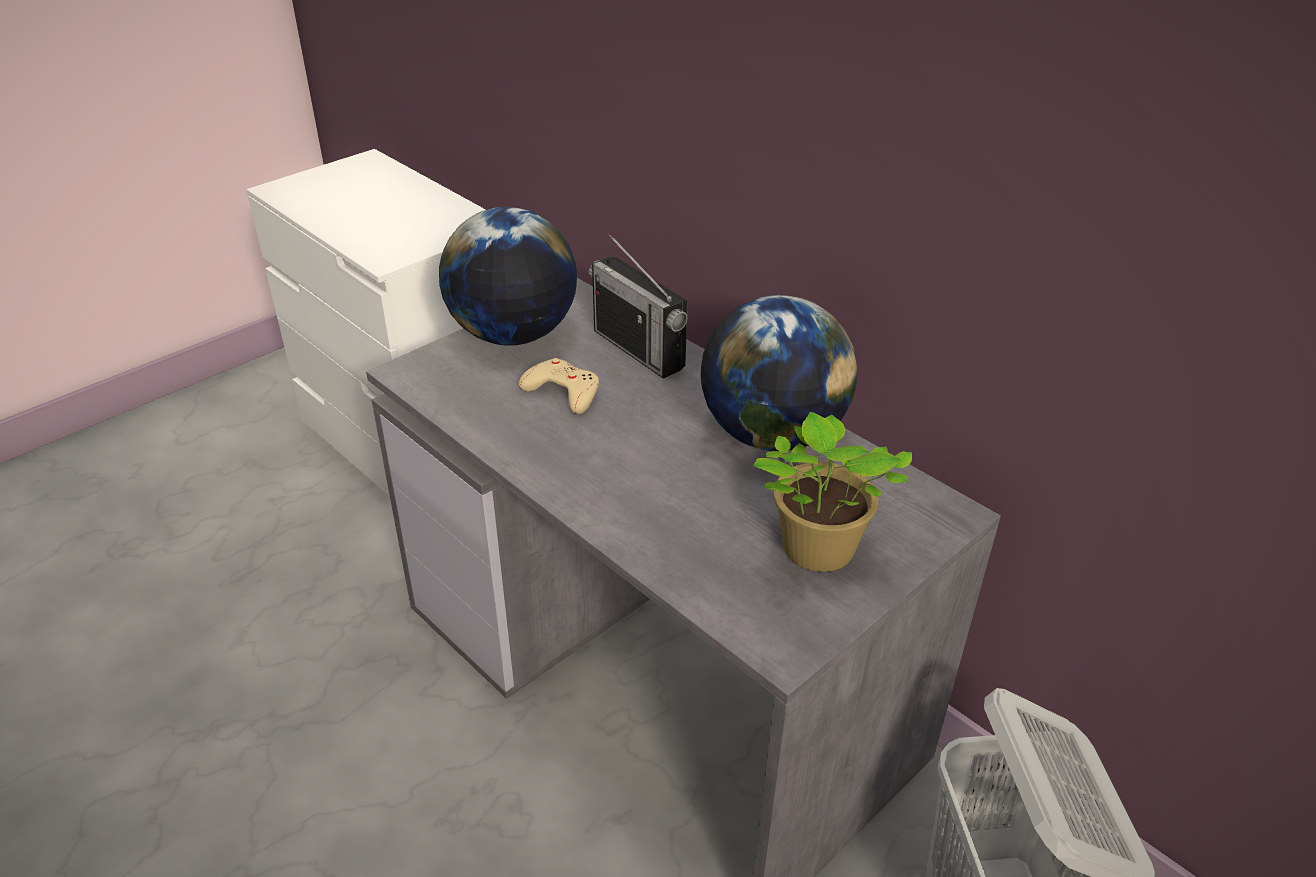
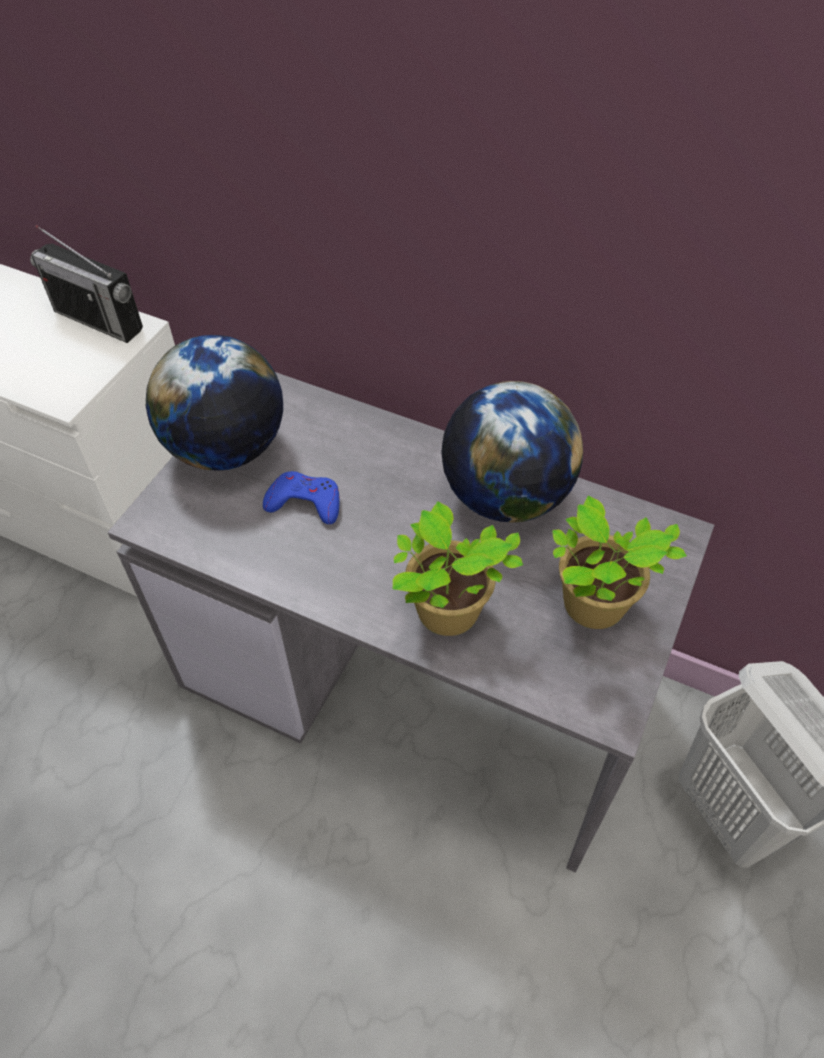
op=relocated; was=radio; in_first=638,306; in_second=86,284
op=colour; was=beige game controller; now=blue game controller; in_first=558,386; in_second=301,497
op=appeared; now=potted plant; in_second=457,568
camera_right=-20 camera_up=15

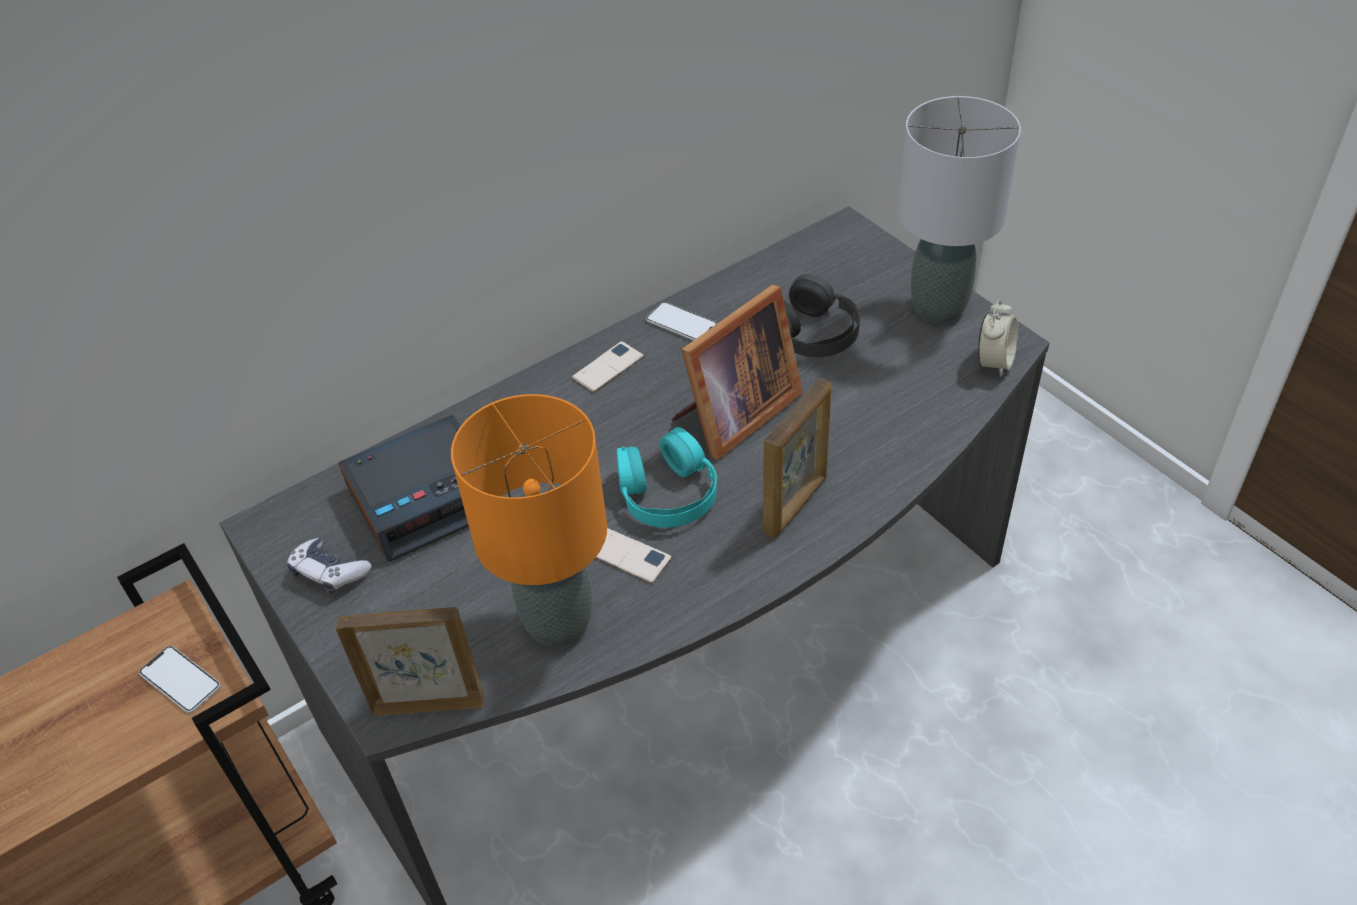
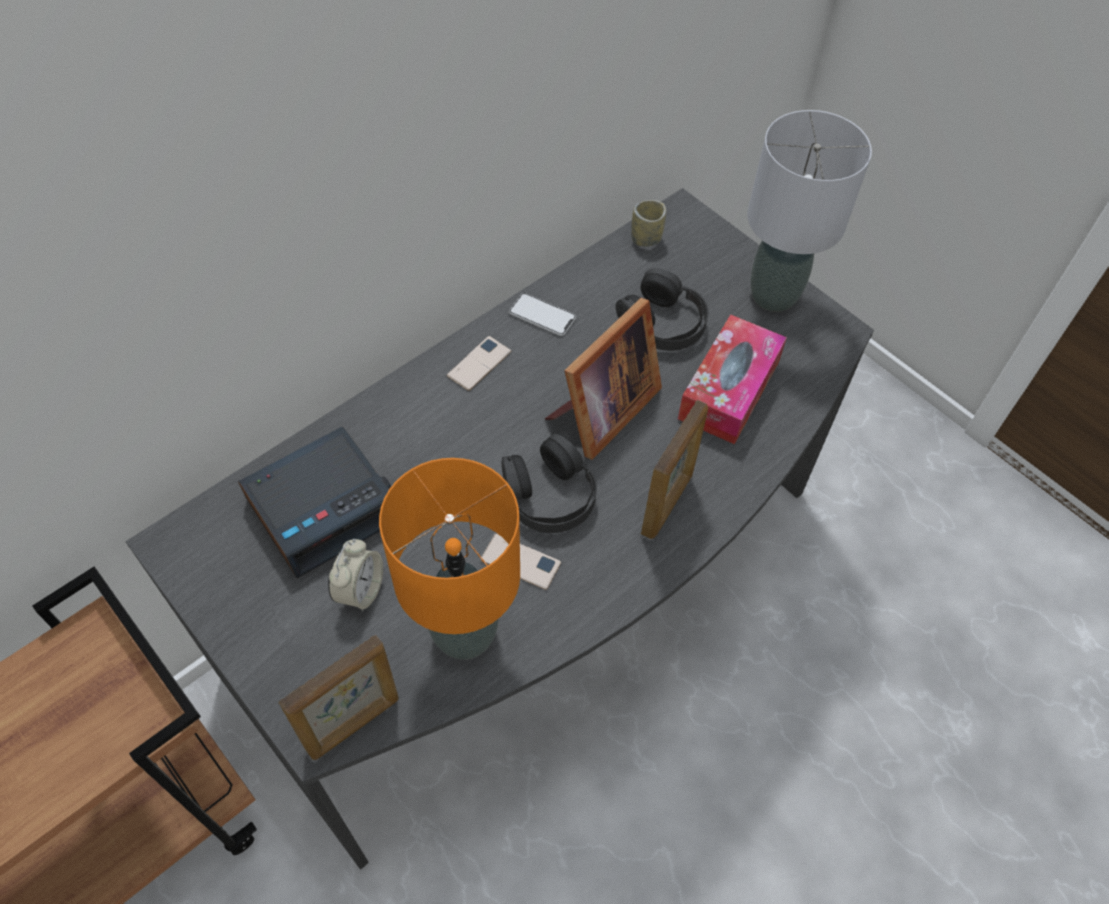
op=spun; was=picture frame; in_first=410,661; in_second=338,697; clockwise=150
op=relocated; was=alarm clock; in_first=998,338; in_second=355,575
op=colour; was=turquoise headphones; now=black headphones; in_first=666,477; in_second=549,483
op=appeared; now=cup; in_second=648,223
op=appeared; now=tissue box; in_second=732,379
op=missing; was=phone; in_first=180,679
op=missing; was=game controller; in_first=329,566
camera_right=-10 camera_up=10

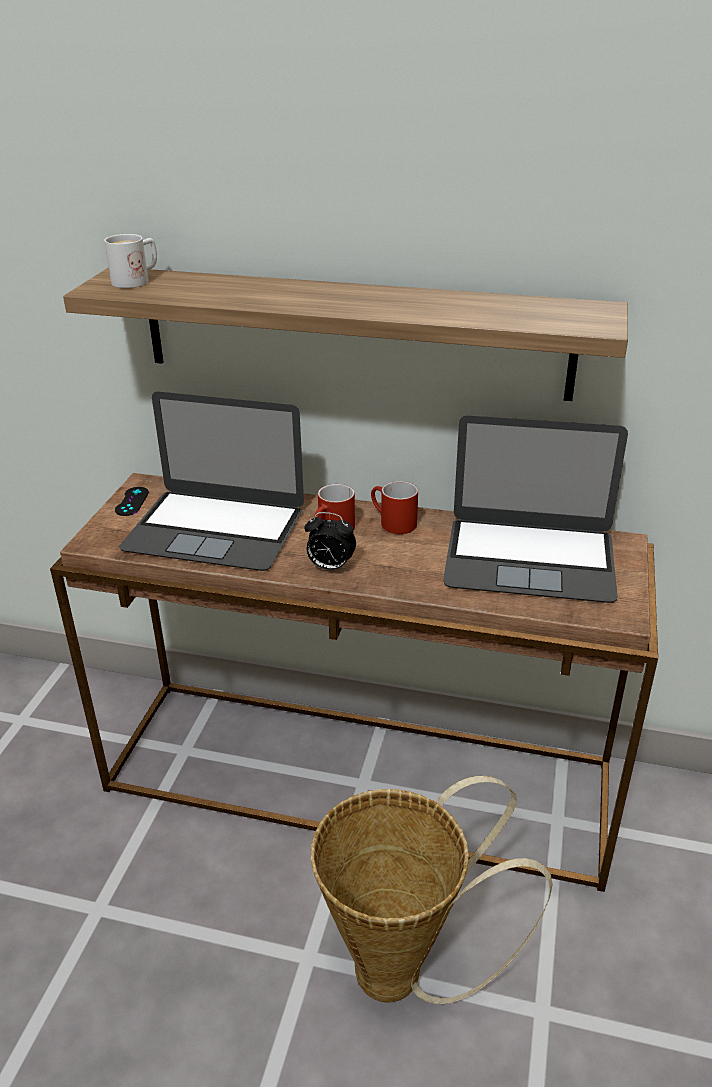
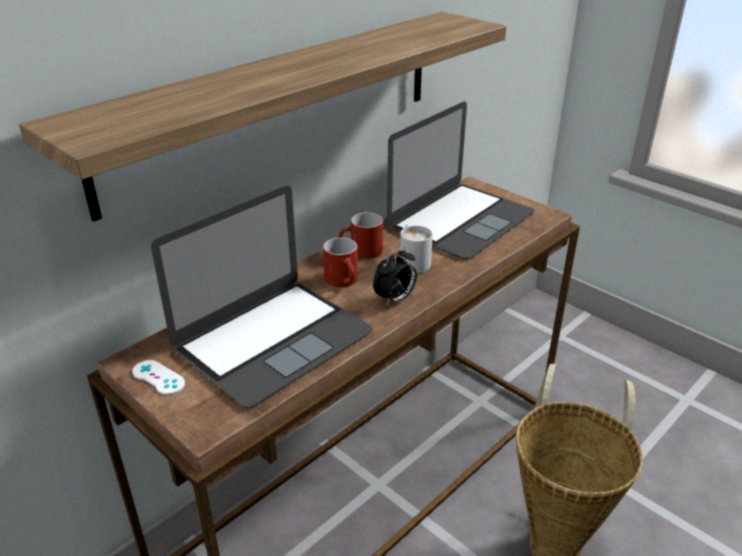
op=colour; was=black game controller; now=white game controller; in_first=132,501; in_second=158,377
op=relocated; was=white mug; in_first=130,261; in_second=416,248
camera_right=-60 camera_up=0

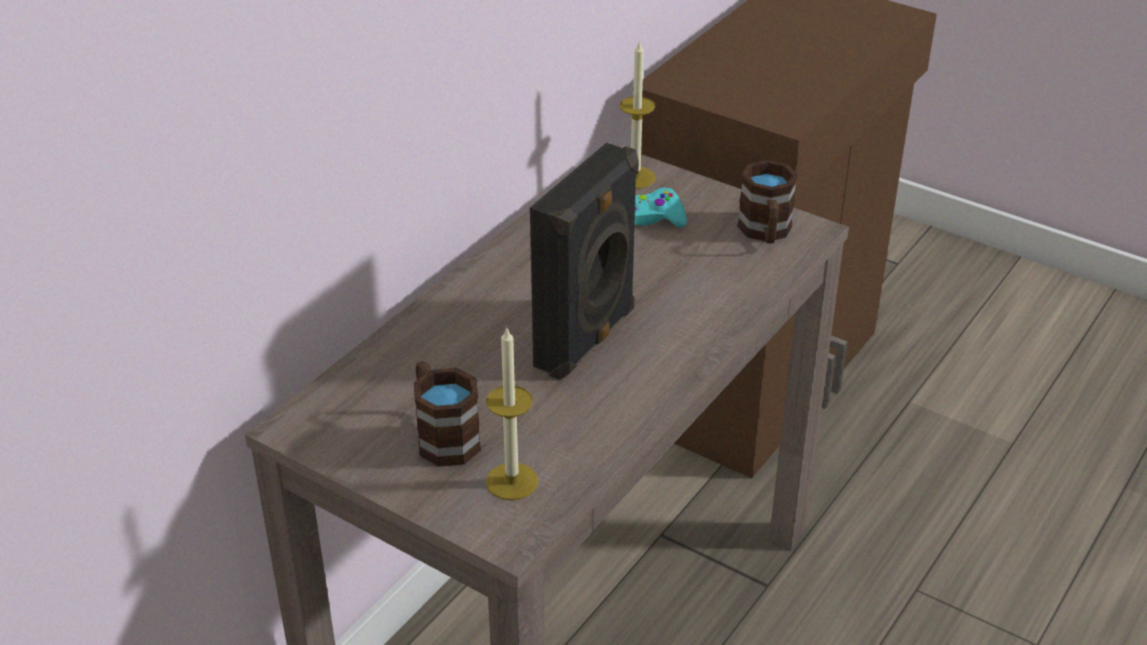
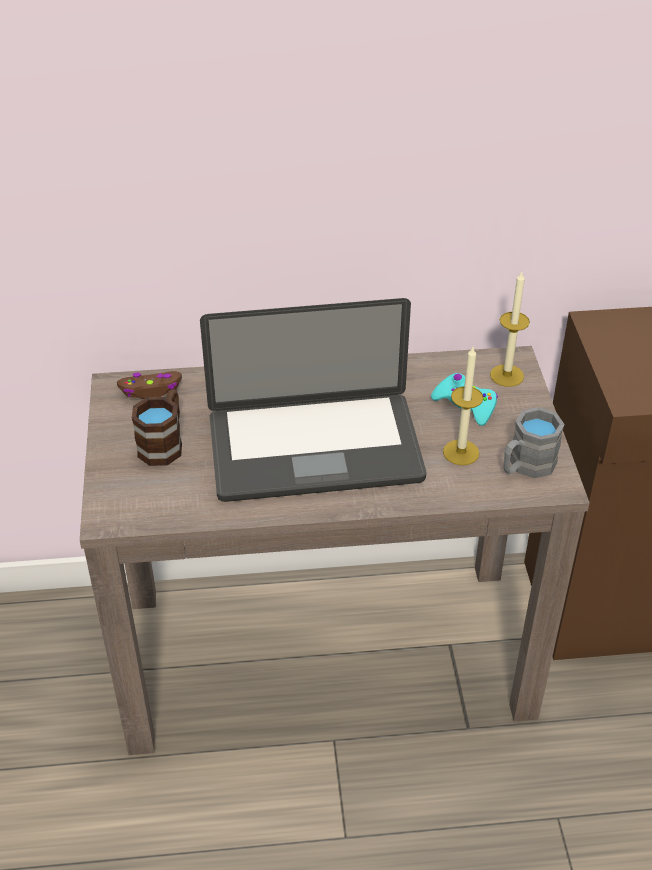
op=appeared; now=brown game controller; in_second=149,385
op=exchanged; was=black speaker; now=laptop; in_first=584,261; in_second=313,400
op=relocated; was=candle; in_first=512,413; in_second=463,406
op=colour; was=brown mug; now=grey mug; in_first=767,202; in_second=534,442
camera_right=50 camera_up=5

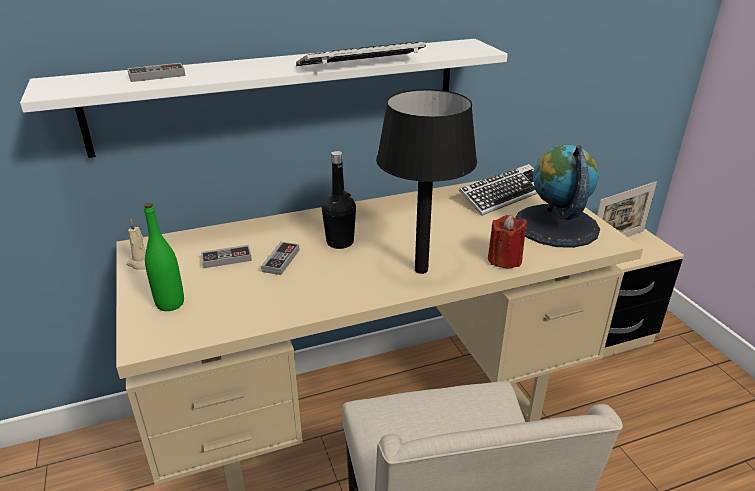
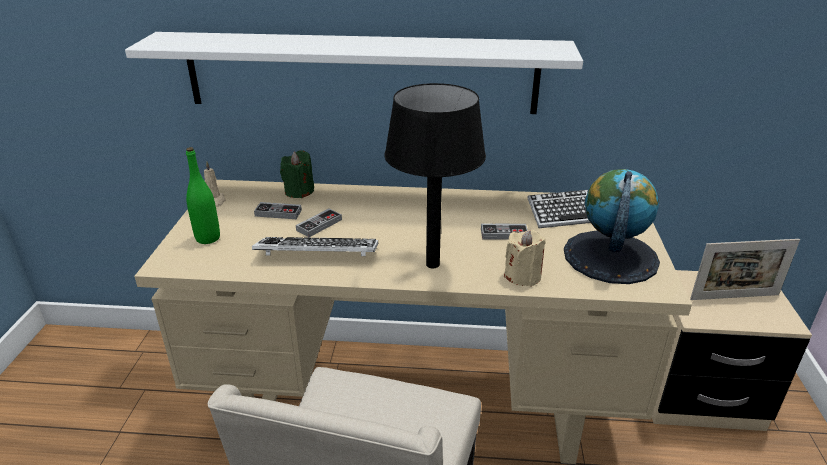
op=relocated; was=keyboard; in_first=361,53; in_second=315,246
op=appeared; now=green candle; in_second=297,174
op=relocated; was=game controller; in_first=156,72; in_second=504,231
op=colour; was=red candle; now=beige candle; in_first=507,241; in_second=525,258
op=missing; was=black bottle; in_first=339,200
camera_right=25 camera_up=0

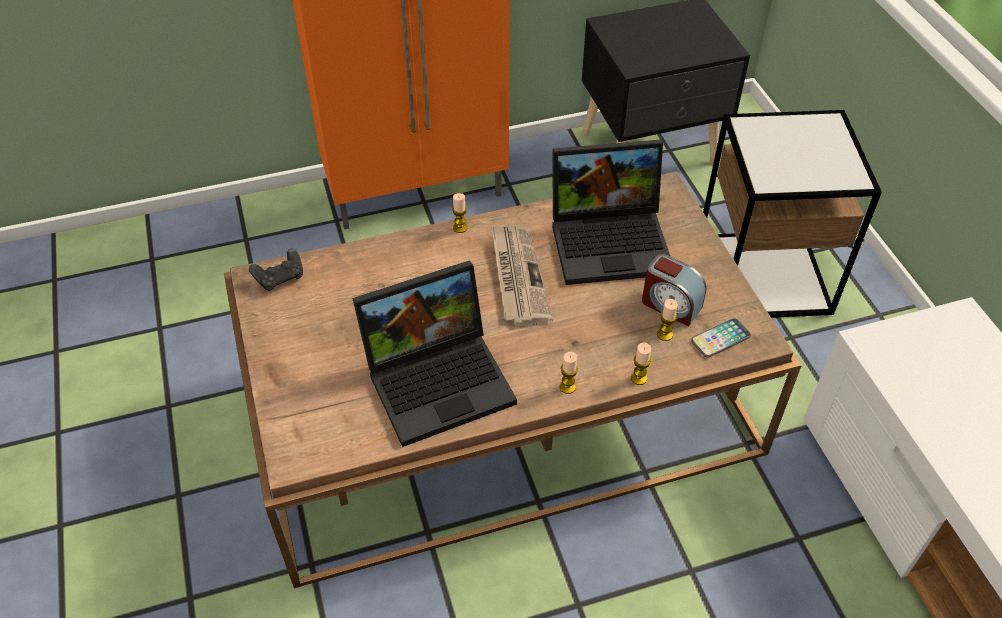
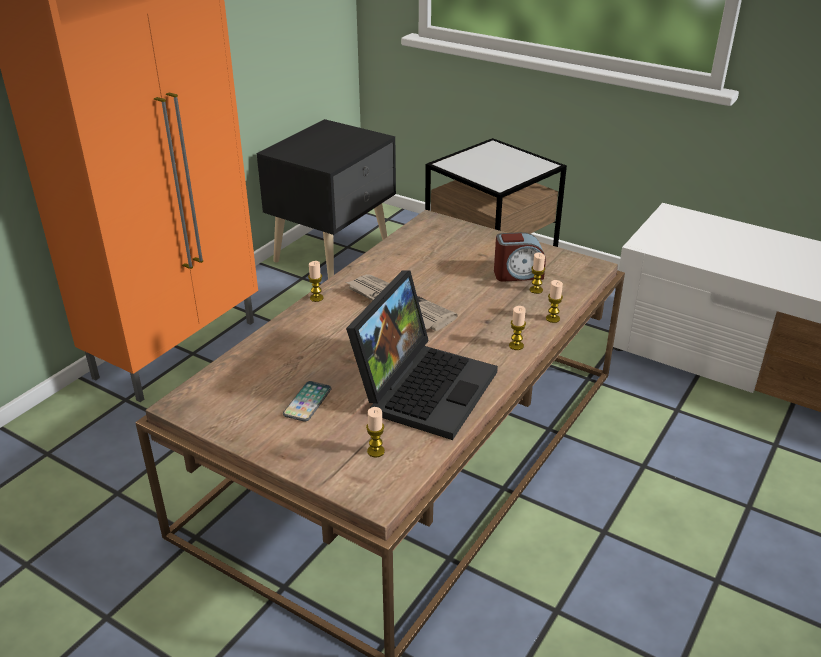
op=relocated; was=phone; in_first=721,337; in_second=307,401
op=appeared; now=candle; in_second=375,432
op=missing; was=black game controller; in_first=276,270
op=missing; was=laptop; in_first=611,212
camera_right=-40 camera_up=-15

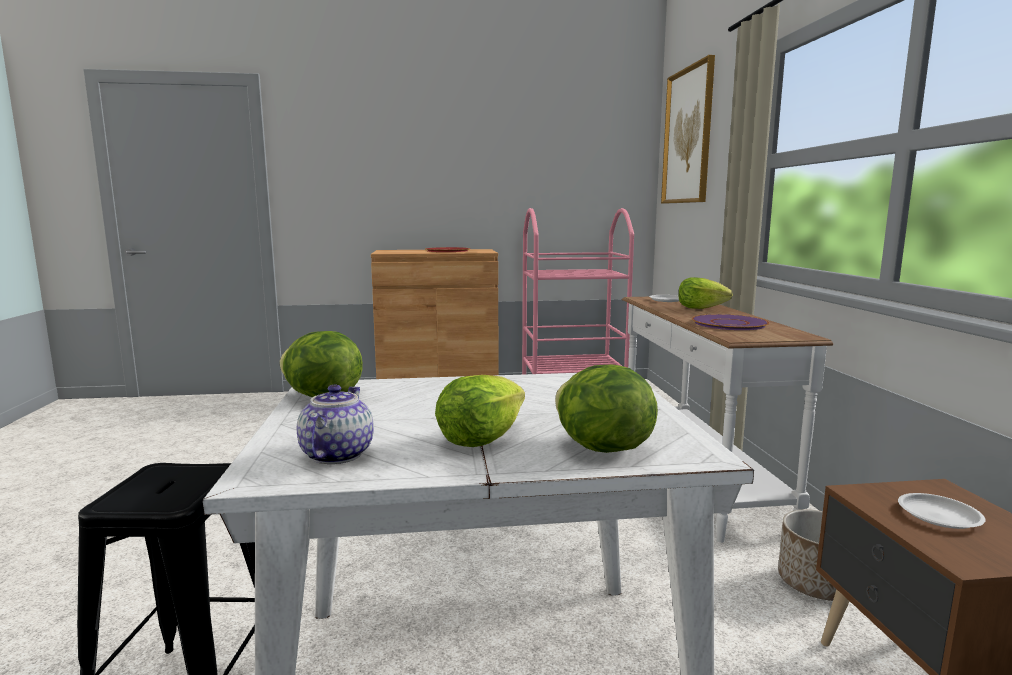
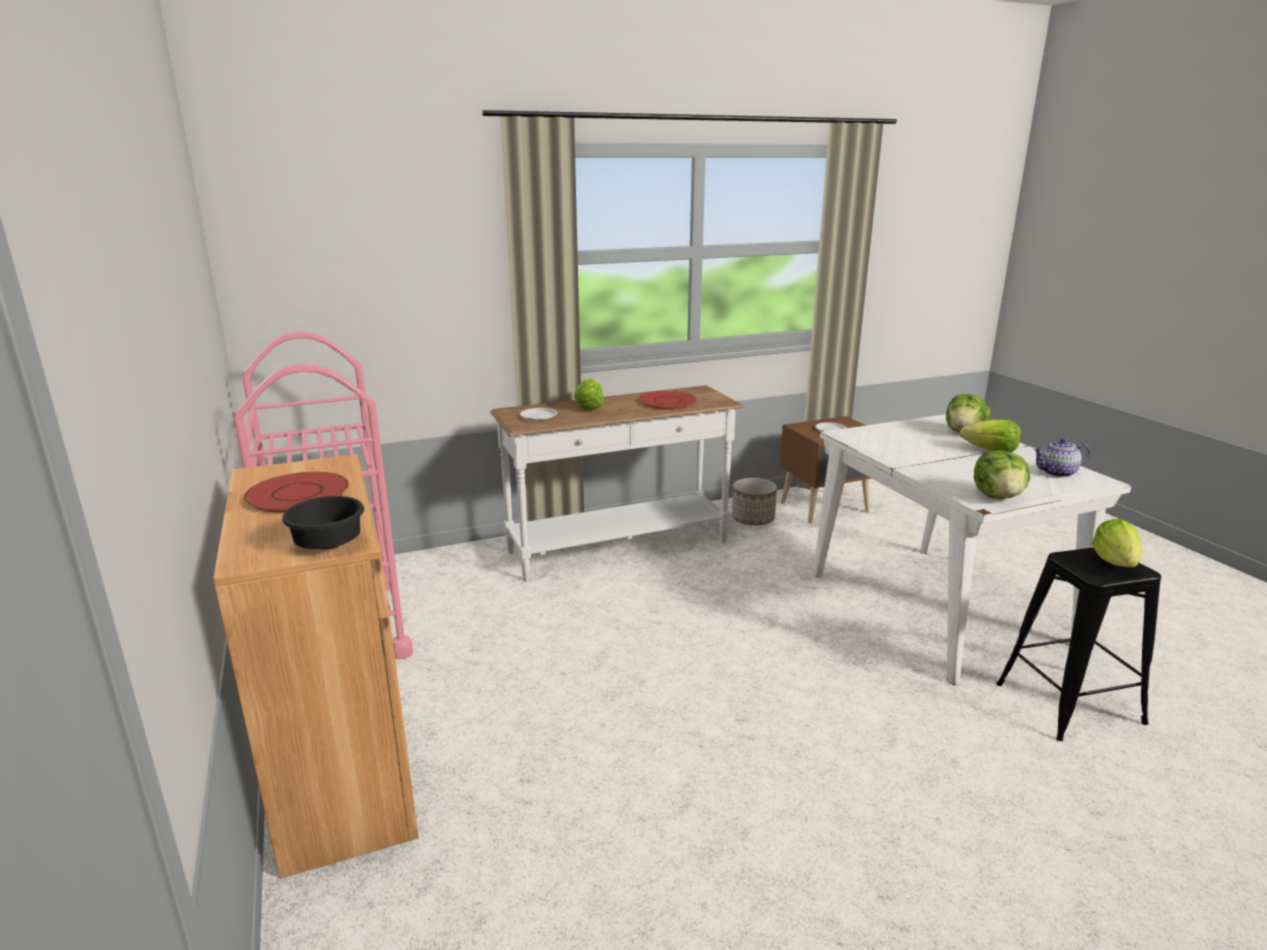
op=appeared; now=black bowl; in_second=323,522
op=colour; was=purple plate; now=red plate; in_first=730,322; in_second=667,400
op=appeared; now=lettuce; in_second=1117,543
op=missing; was=picture; in_first=688,129
camera_right=-105 camera_up=10

